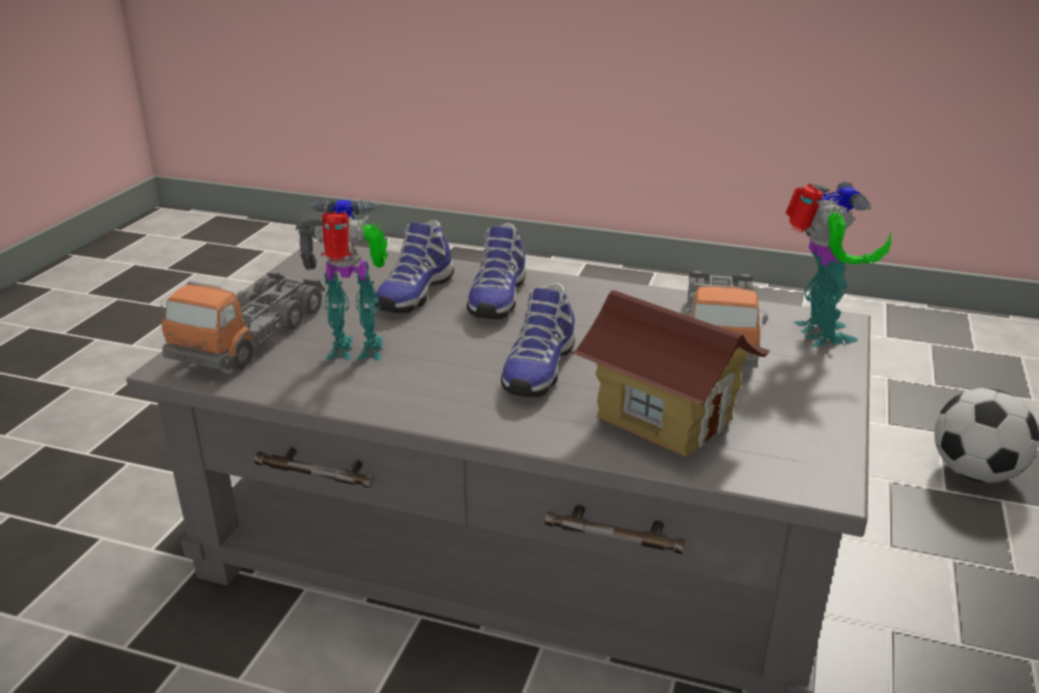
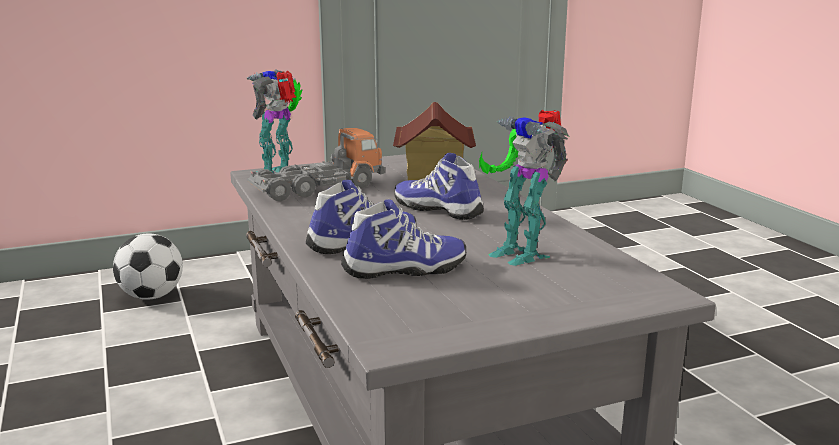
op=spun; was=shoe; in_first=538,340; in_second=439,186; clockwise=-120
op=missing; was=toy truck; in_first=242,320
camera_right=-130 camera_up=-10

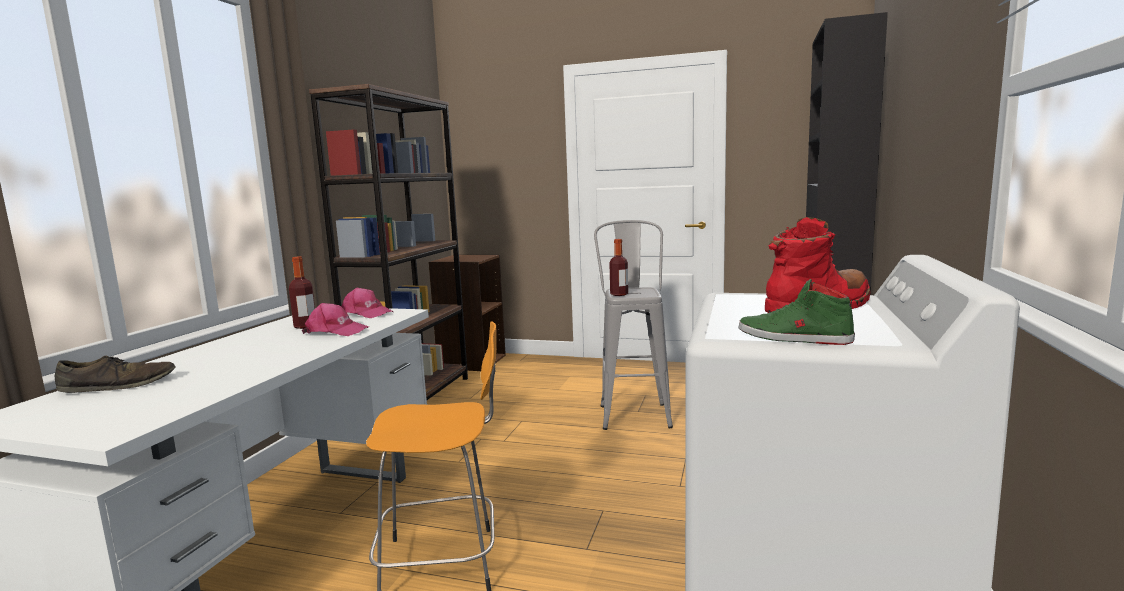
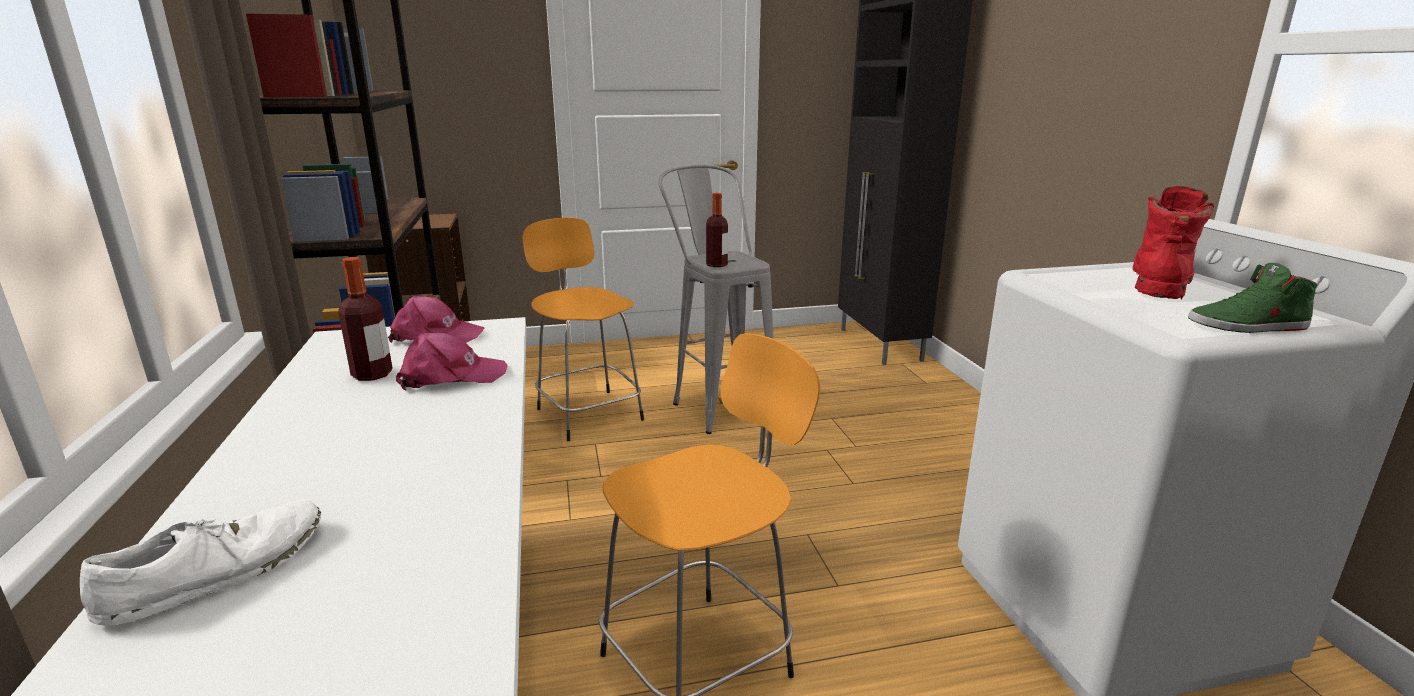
op=colour; was=brown shoe; now=white shoe; in_first=115,374; in_second=200,562
op=appeared; now=orange stool; in_second=583,329
camera_right=-30 camera_up=10

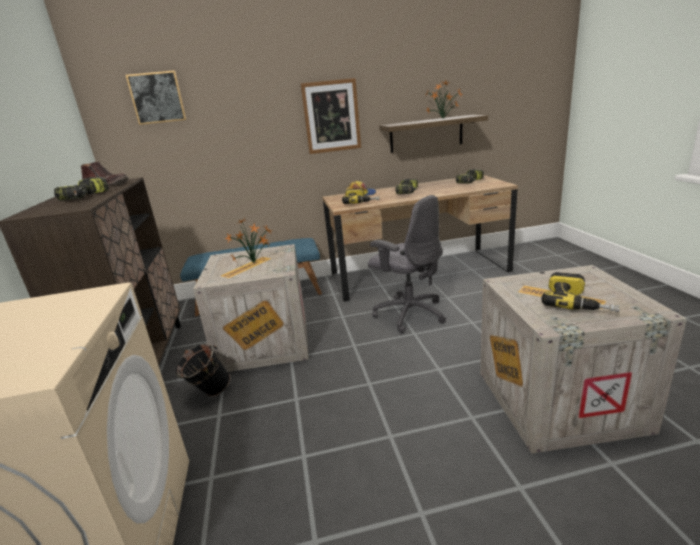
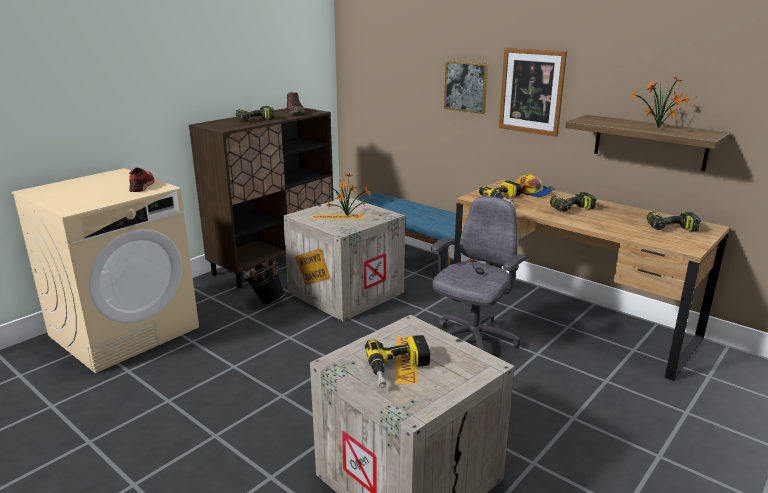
op=appeared; now=red shoe; in_second=142,180
op=spun; was=grey office chair; in_first=407,264; in_second=478,273; clockwise=-150
op=relocated; was=picture; in_first=156,97; in_second=466,87
camera_right=50 camera_up=0

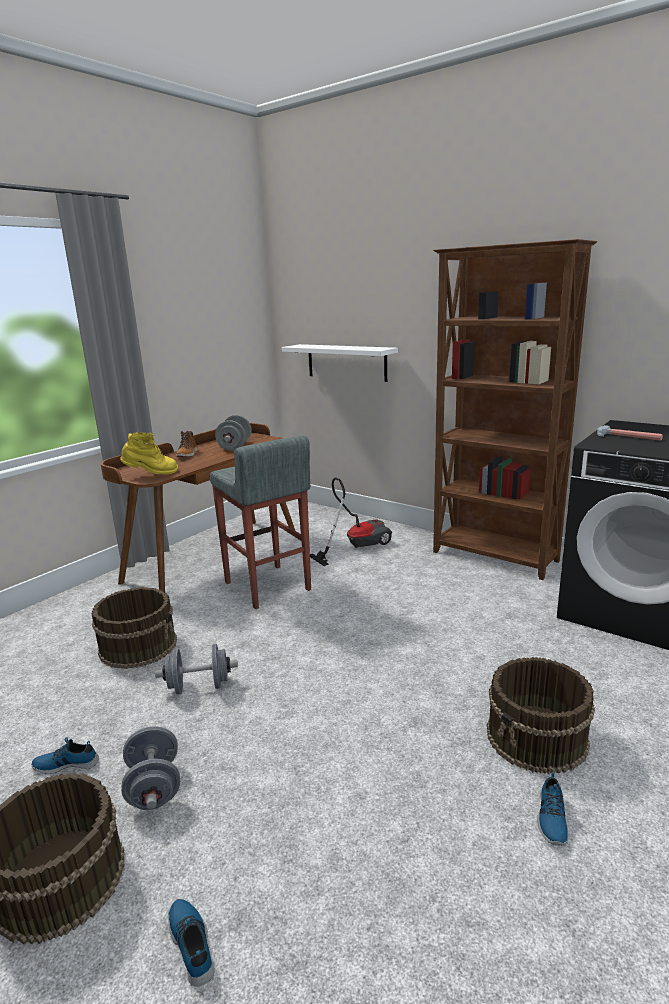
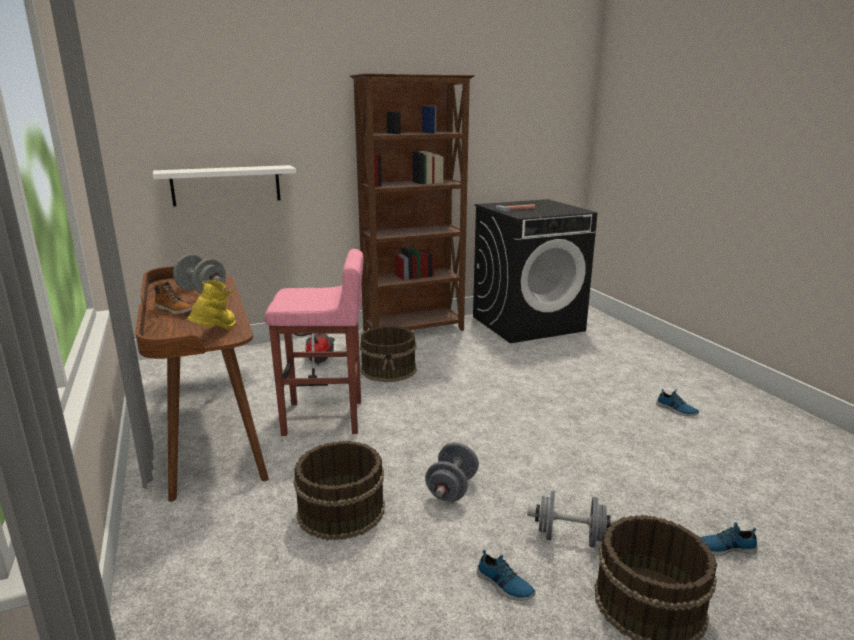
op=colour; was=grey stool; now=pink stool; in_first=260,522; in_second=314,342
op=relocated; was=brown bucket; in_first=541,715; in_second=388,354
op=spun; was=shoe; in_first=65,755; in_second=506,575; clockwise=-75
camera_right=-60 camera_up=0

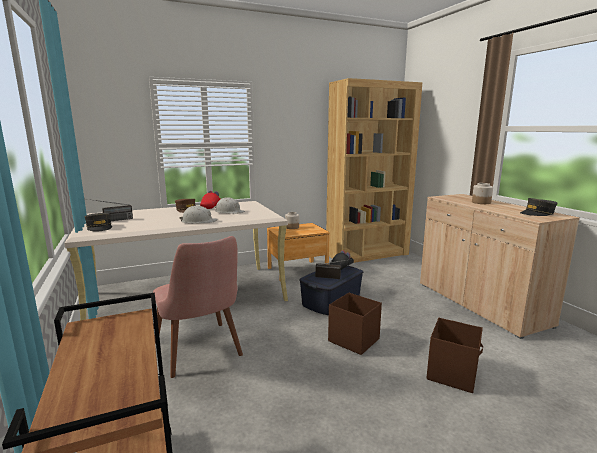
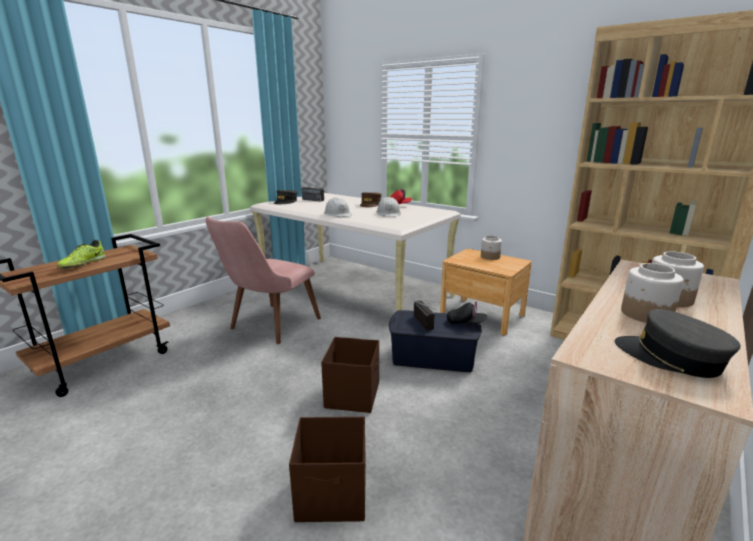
op=appeared; now=shoe; in_second=81,254
op=appeared; now=jar; in_second=652,293
camera_right=60 camera_up=5

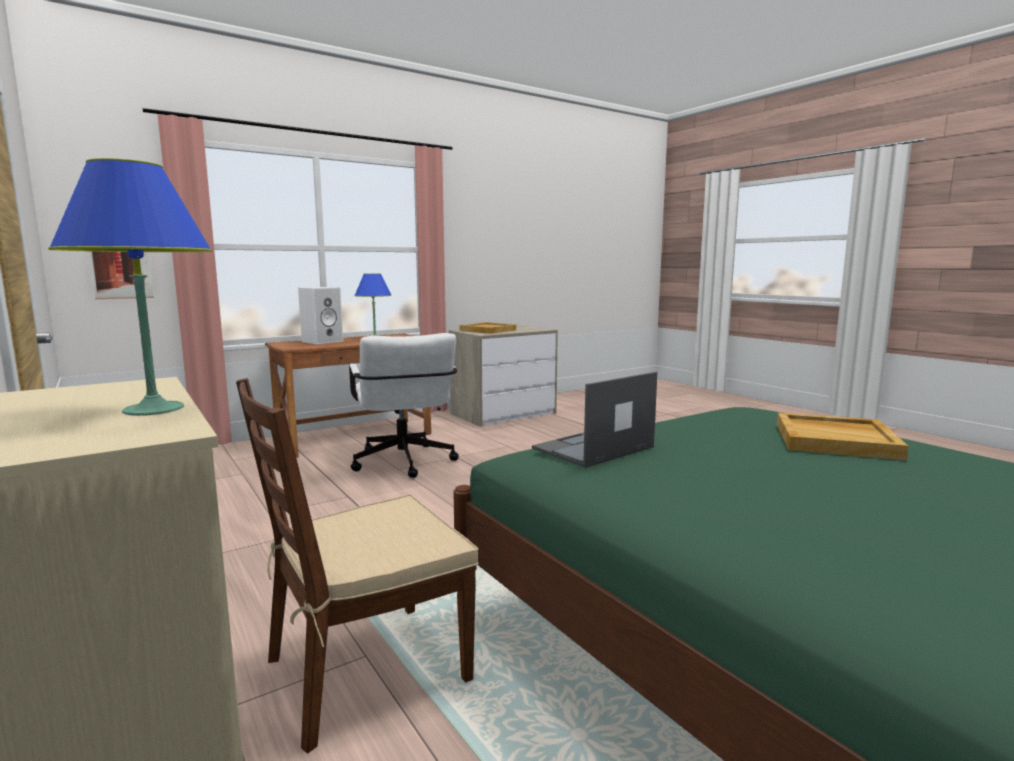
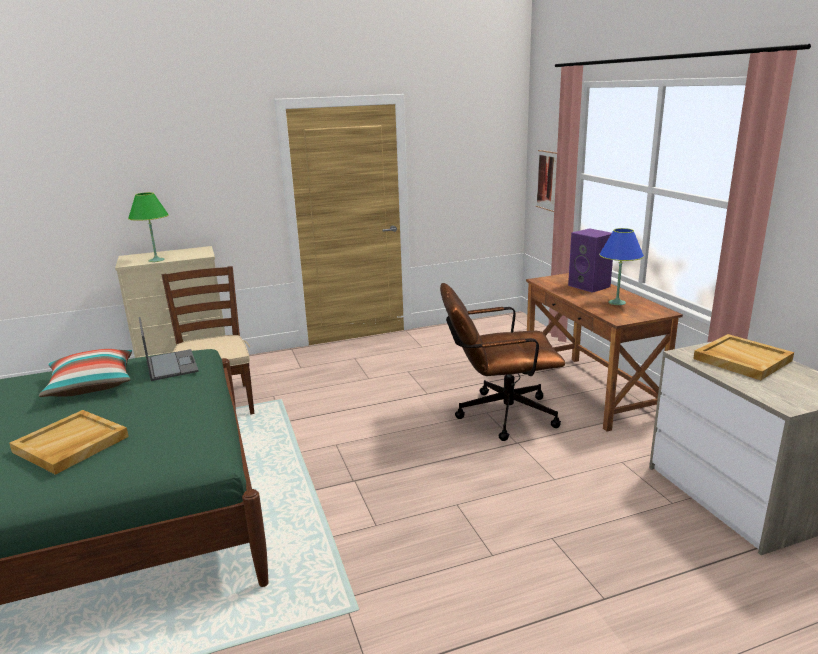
op=appeared; now=pillow; in_second=85,373
op=colour; was=blue table lamp; now=green table lamp; in_first=130,287; in_second=148,227
op=colour; was=white office chair; now=brown office chair; in_first=404,405; in_second=502,362
op=colour; was=white speaker; now=purple speaker; in_first=320,315; in_second=590,260
camera_right=105 camera_up=10

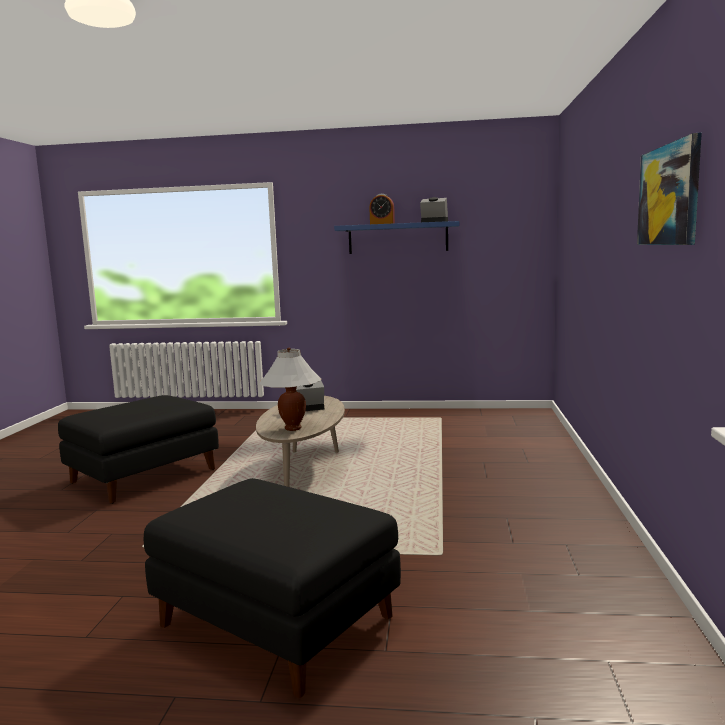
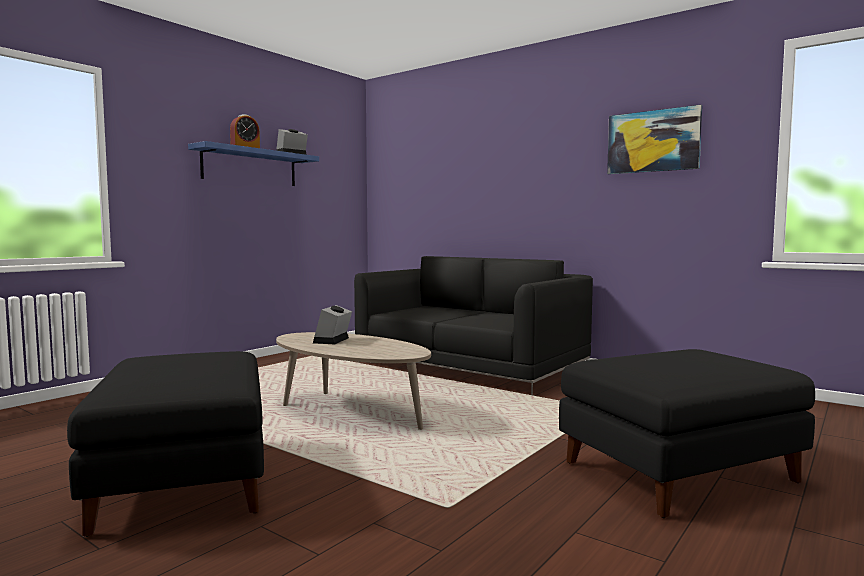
op=appeared; now=black sofa; in_second=473,325
op=missing; was=white table lamp; in_first=290,389
camera_right=-60 camera_up=-5

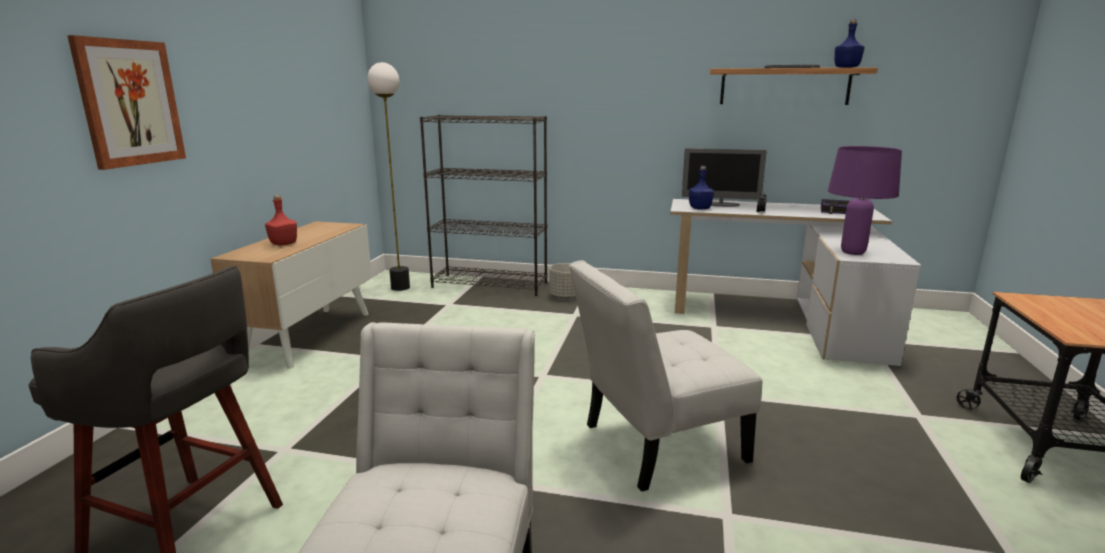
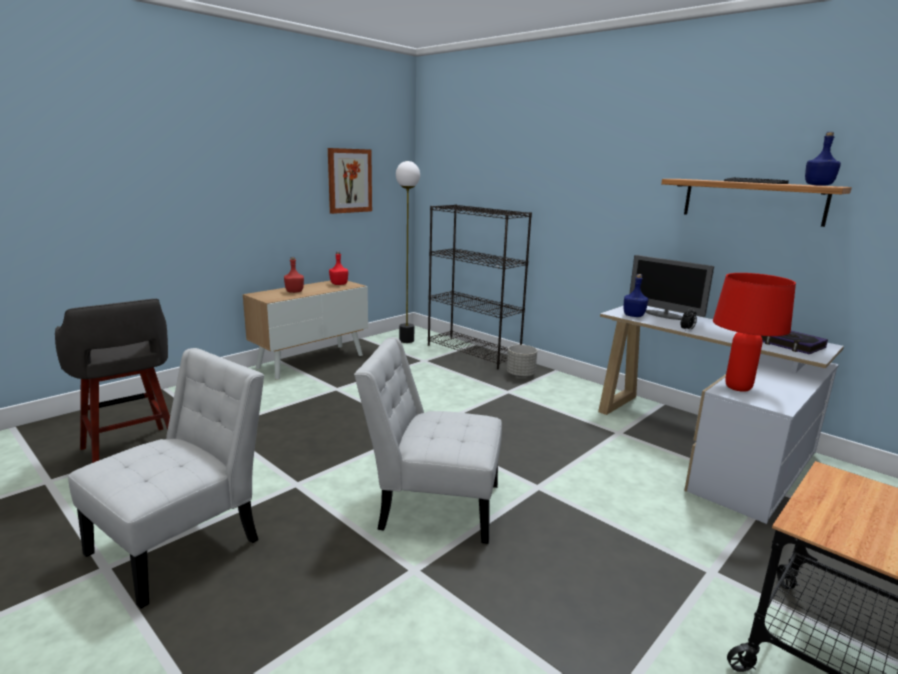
op=relocated; was=picture; in_first=126,102; in_second=350,181
op=appeared; now=red bottle; in_second=338,268
op=colour; was=purple table lamp; now=red table lamp; in_first=865,200; in_second=754,332
camera_right=30 camera_up=0

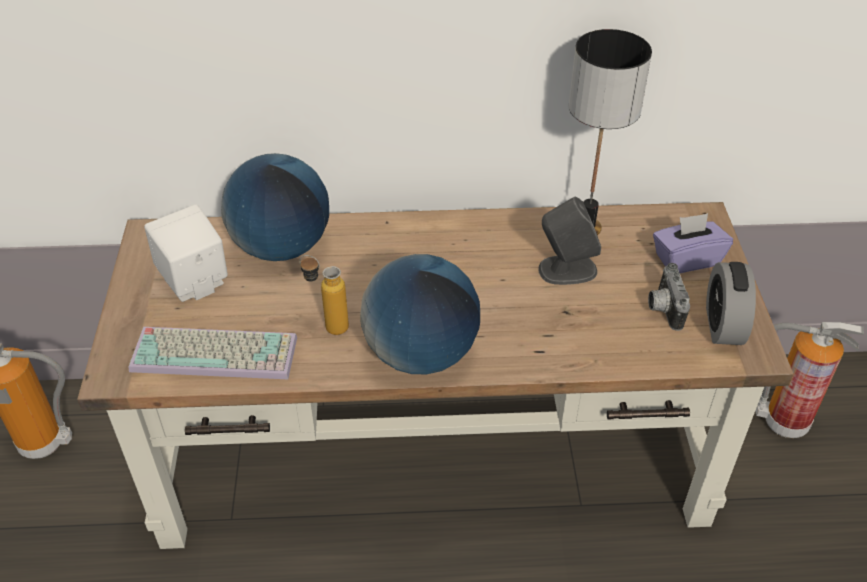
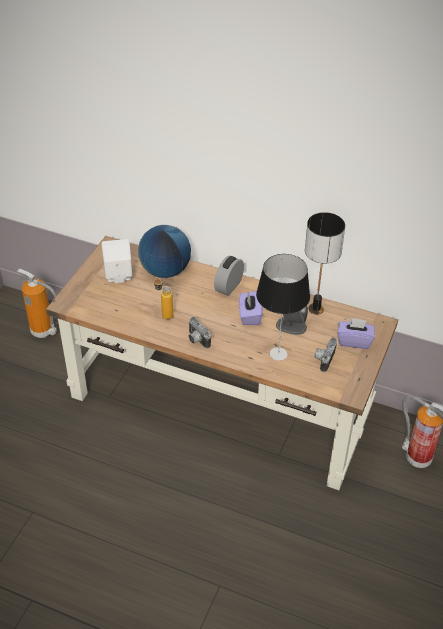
op=exchanged; was=globe; now=photo camera; in_first=420,314; in_second=200,332
op=relocated; was=alarm clock; in_first=731,303; in_second=229,276
op=appeared; now=purple tissue box; in_second=251,308
op=appeared; now=table lamp; in_second=283,307
op=missing; was=keyboard; in_first=213,353
camera_right=25 camera_up=0

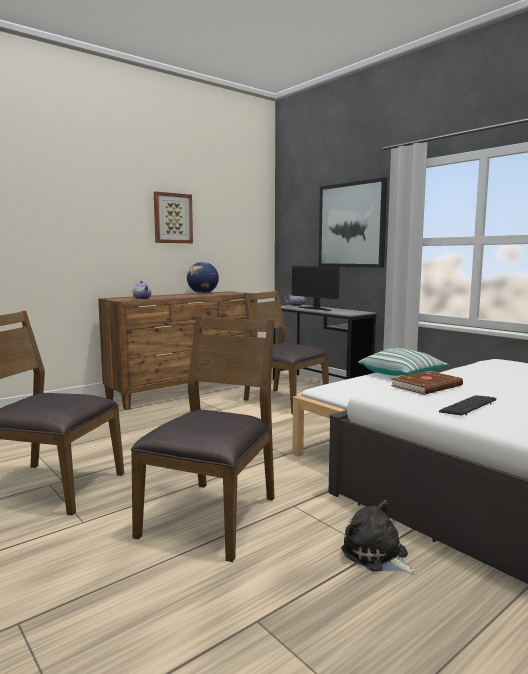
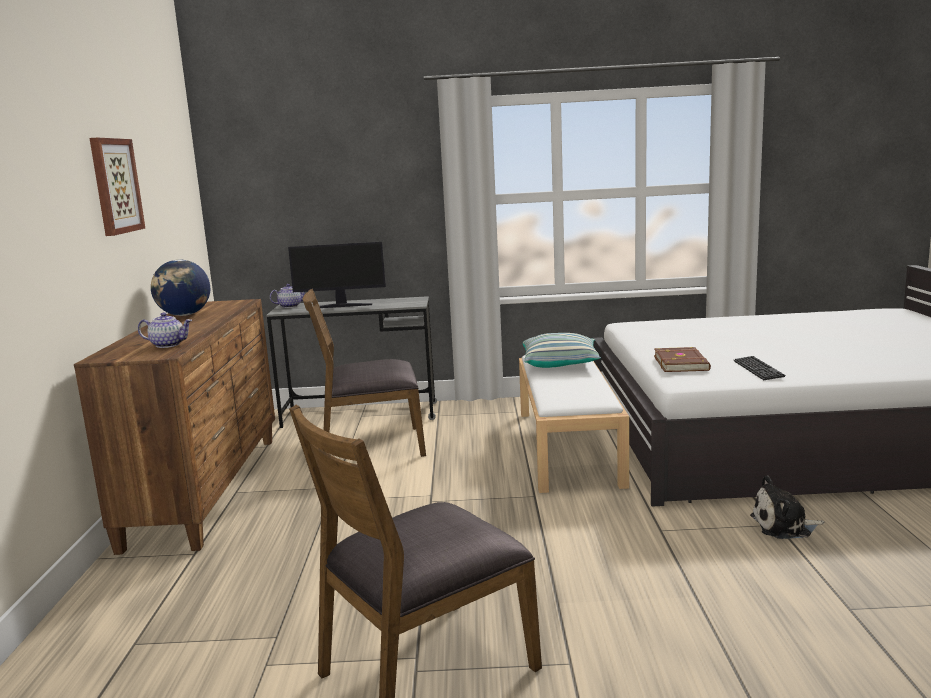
op=missing; was=brown chair; in_first=203,439
op=missing; was=picture; in_first=353,222
camera_right=-50 camera_up=5

